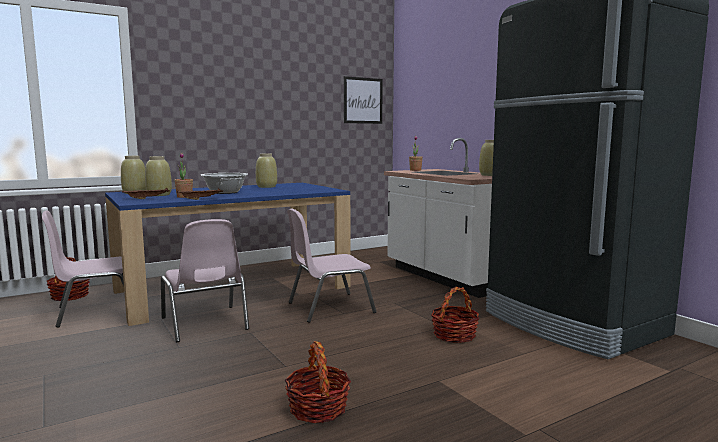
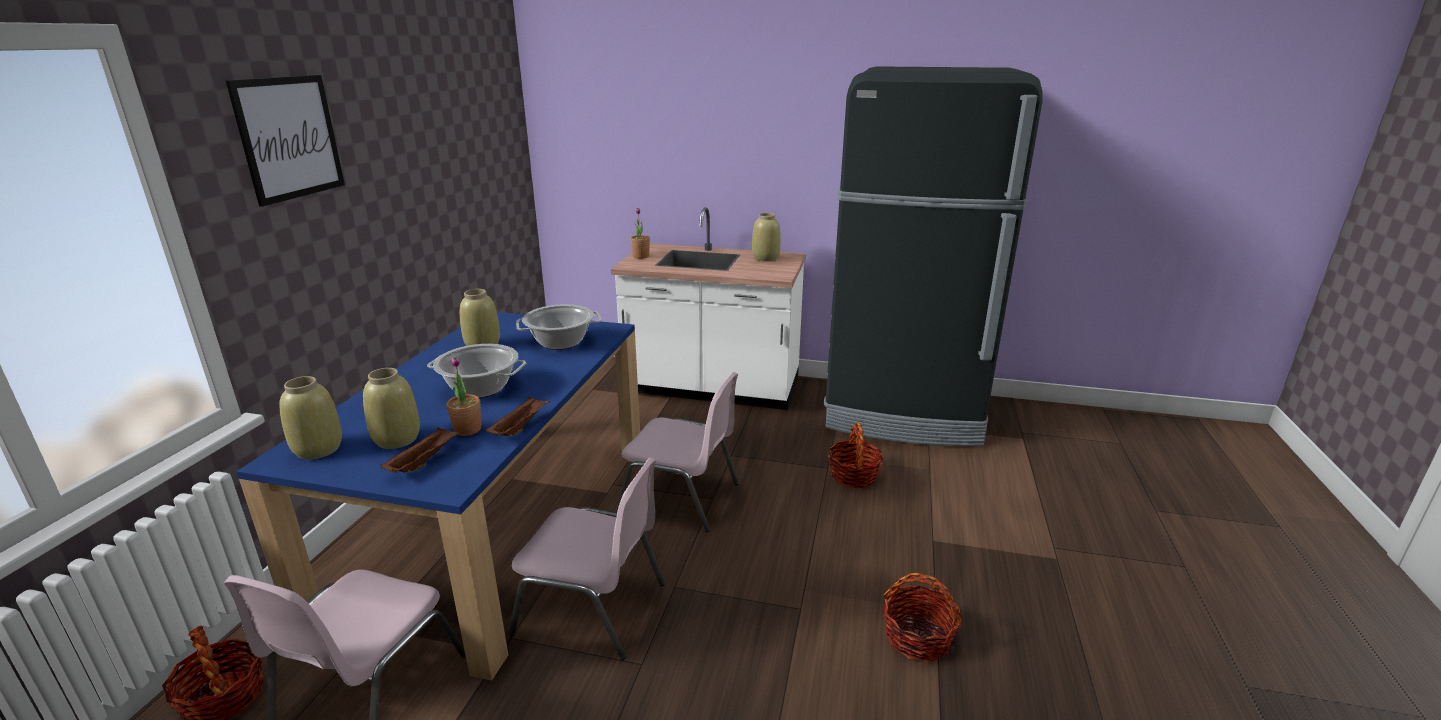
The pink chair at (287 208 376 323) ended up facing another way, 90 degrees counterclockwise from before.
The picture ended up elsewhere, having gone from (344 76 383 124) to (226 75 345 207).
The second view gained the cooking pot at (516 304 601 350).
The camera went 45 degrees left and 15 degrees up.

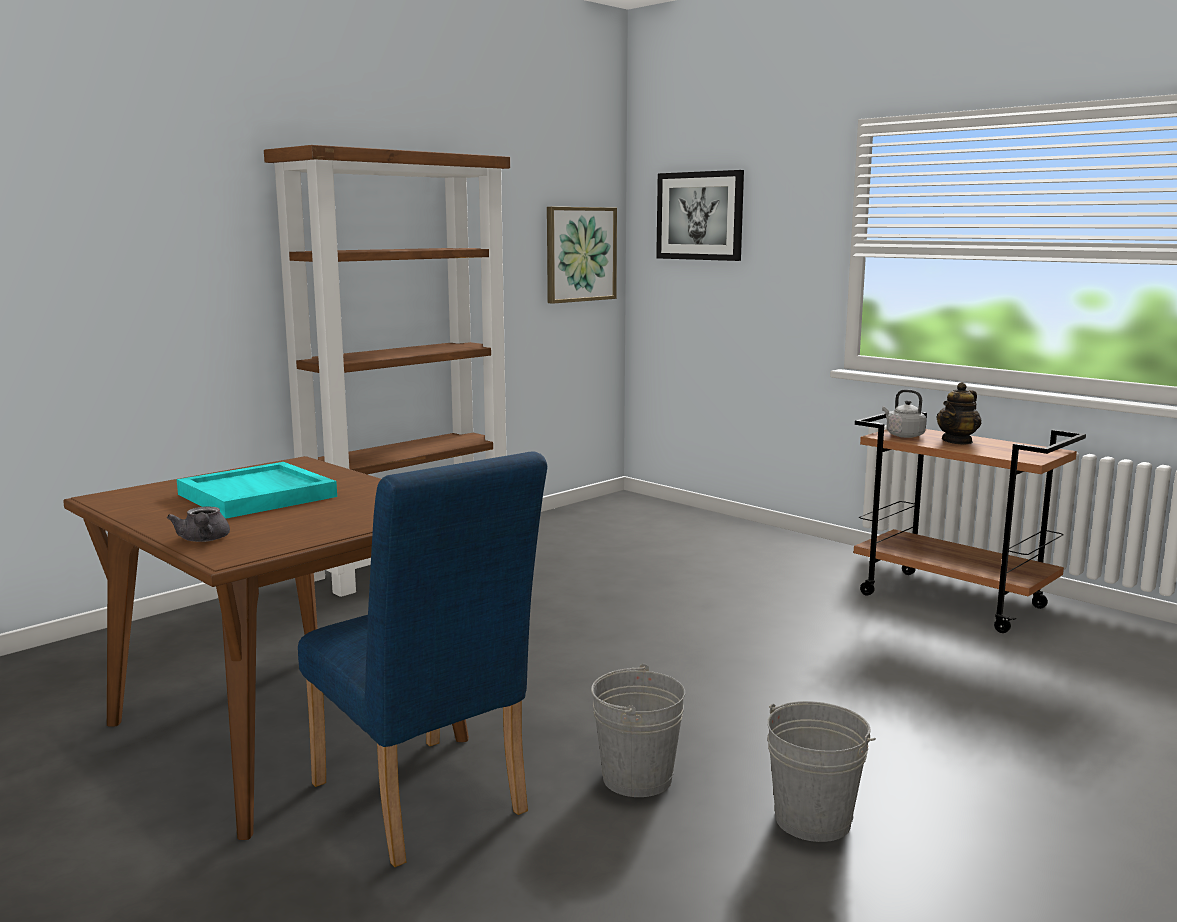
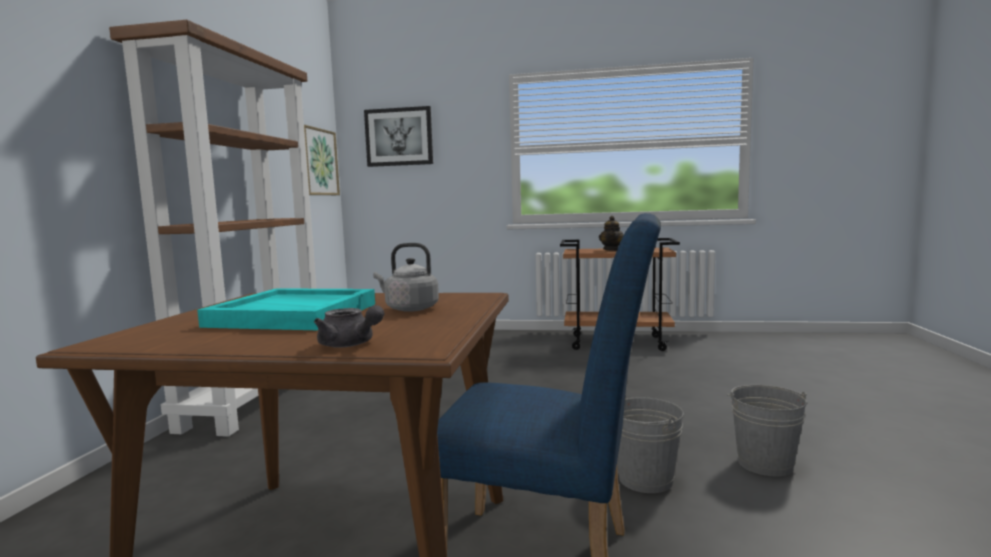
The grey kettle ended up elsewhere, having gone from (882 389 926 438) to (373 243 439 312).
The camera went 35 degrees left and 5 degrees down.

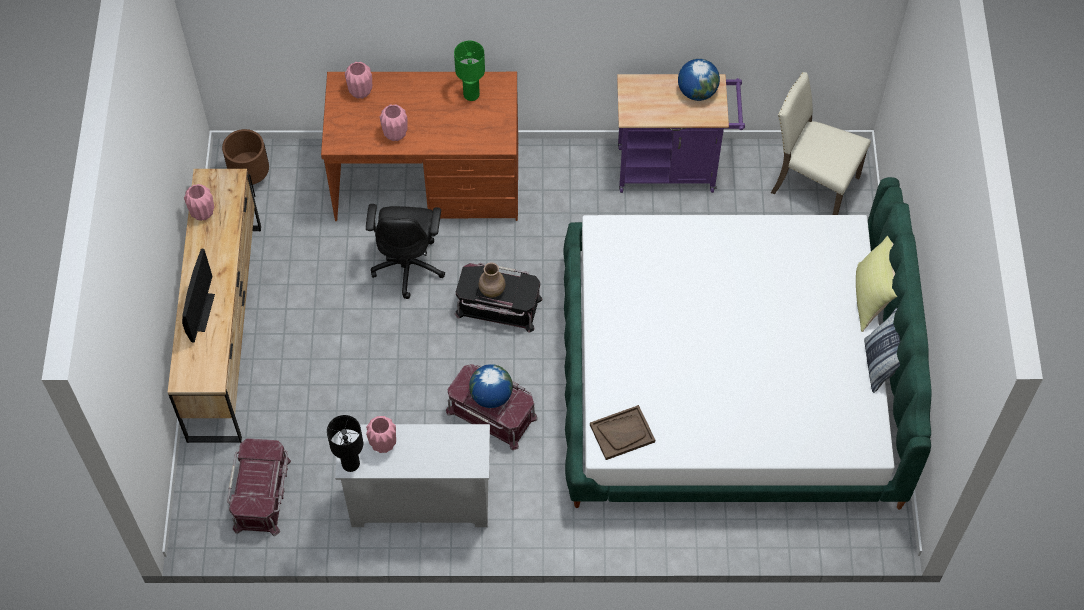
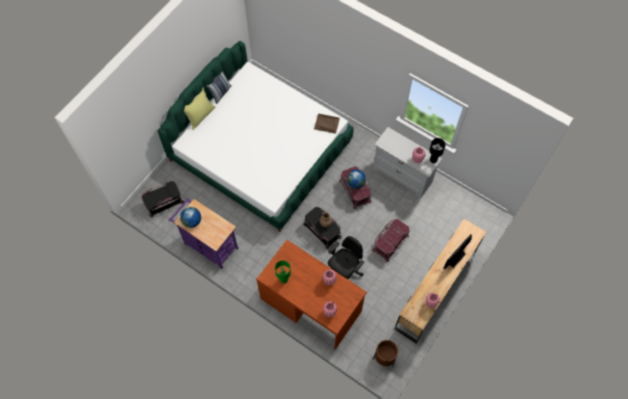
The red storage box ended up elsewhere, having gone from (227 438 291 536) to (372 219 410 262).
Where the beige chair stood at (771 72 871 215), the black storage box came to stand at (141 181 184 217).
The camera went 145 degrees left and 5 degrees up.

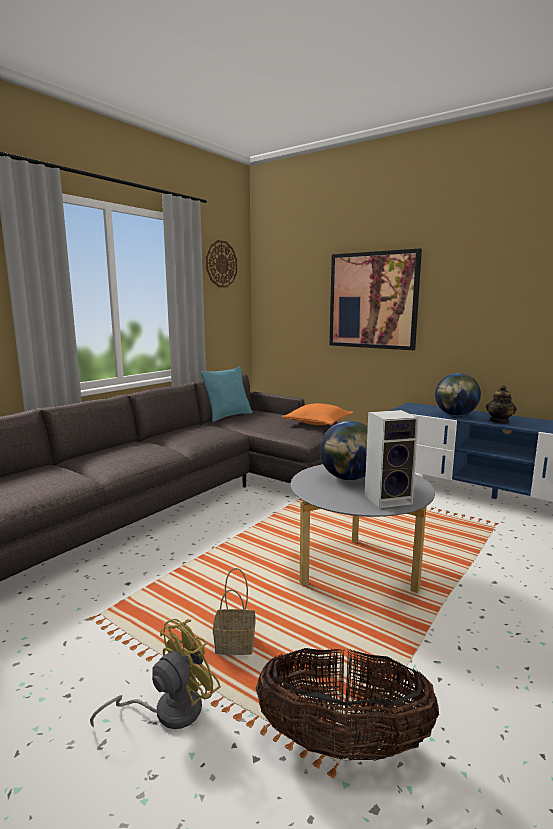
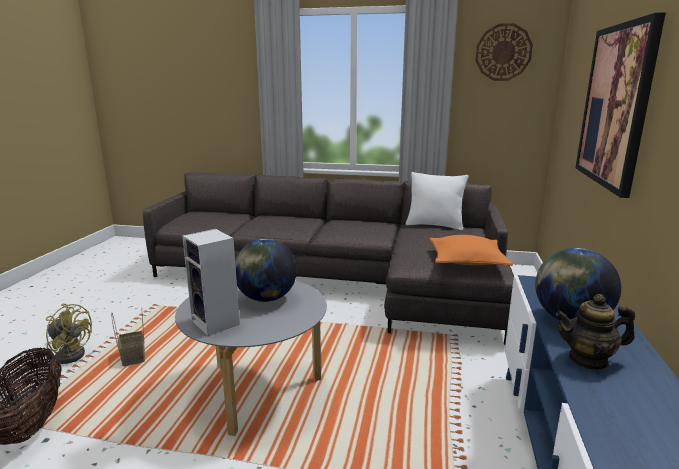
What was the turquoise pillow at (201 366 252 422) turned into the white pillow at (405 172 469 230).
The camera went 65 degrees right and 5 degrees up.

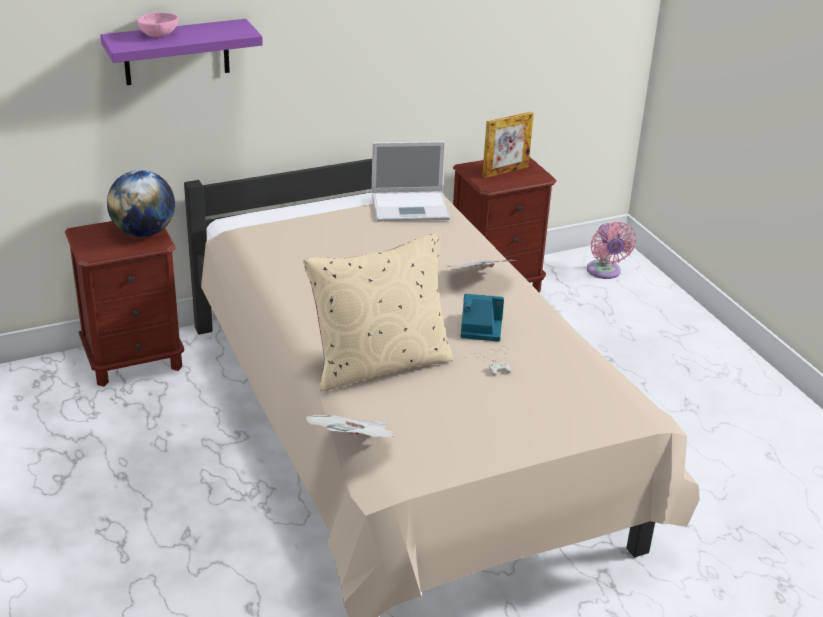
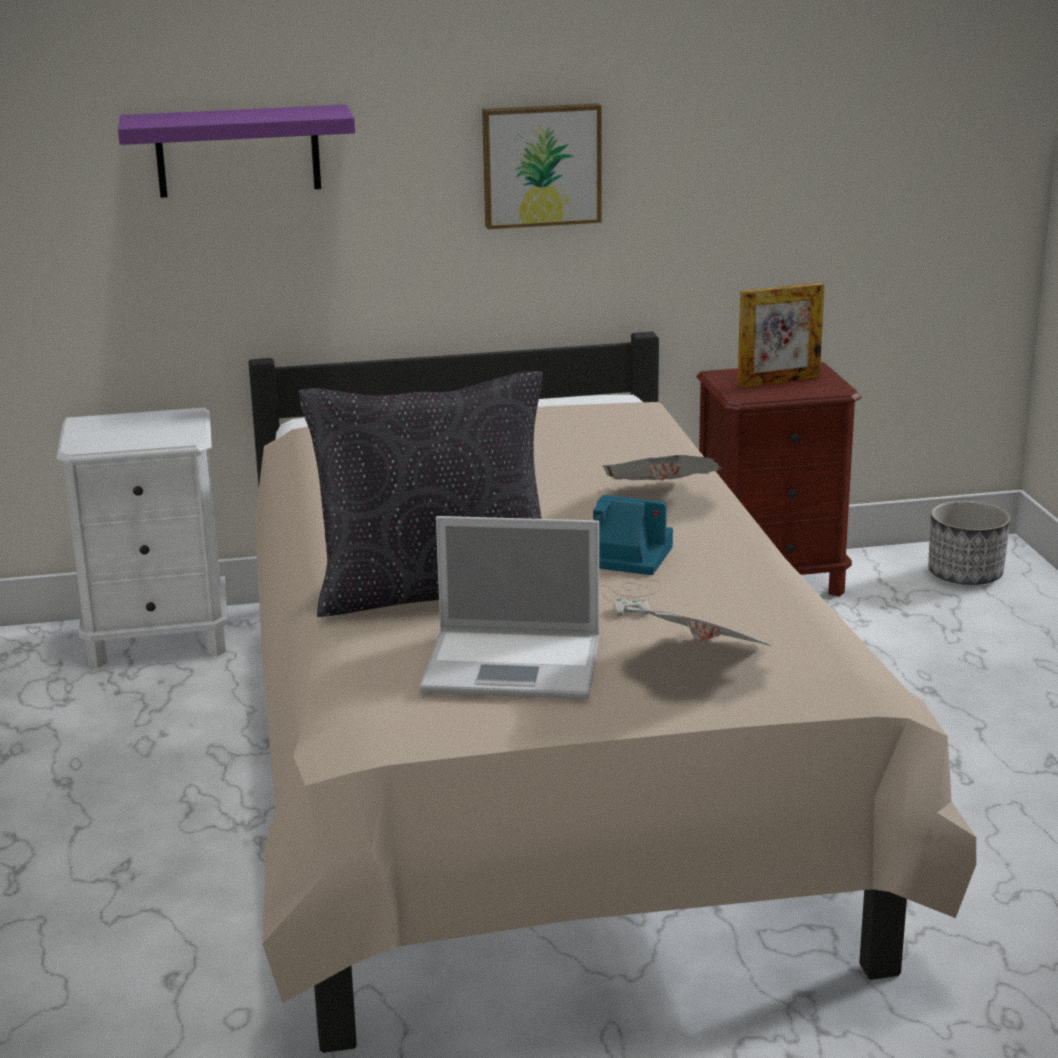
What was the brown nightstand at (65 221 184 387) turned into the white nightstand at (56 408 228 668).
The second view lost the globe at (107 170 175 237).
The second view lost the pink bowl at (137 12 178 37).
What was the beige pillow at (304 233 453 392) turned into the black pillow at (299 371 543 617).
The newspaper ended up elsewhere, having gone from (306 415 394 437) to (626 607 774 647).
The laptop ended up elsewhere, having gone from (372 141 450 222) to (420 516 599 699).
Where the pink fan stood at (587 221 636 279), the planter came to stand at (928 501 1011 585).
The second view gained the picture at (482 103 601 229).
The camera went 15 degrees right and 10 degrees down.

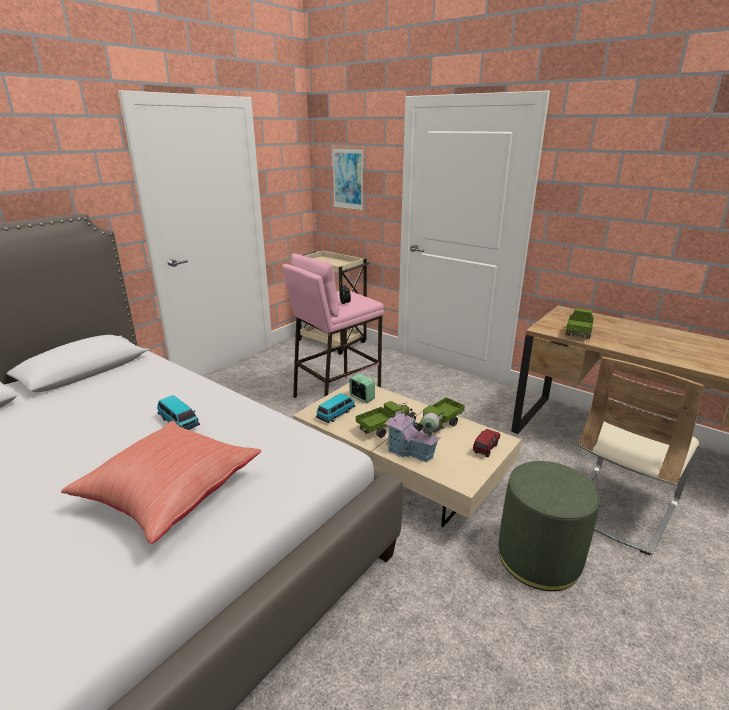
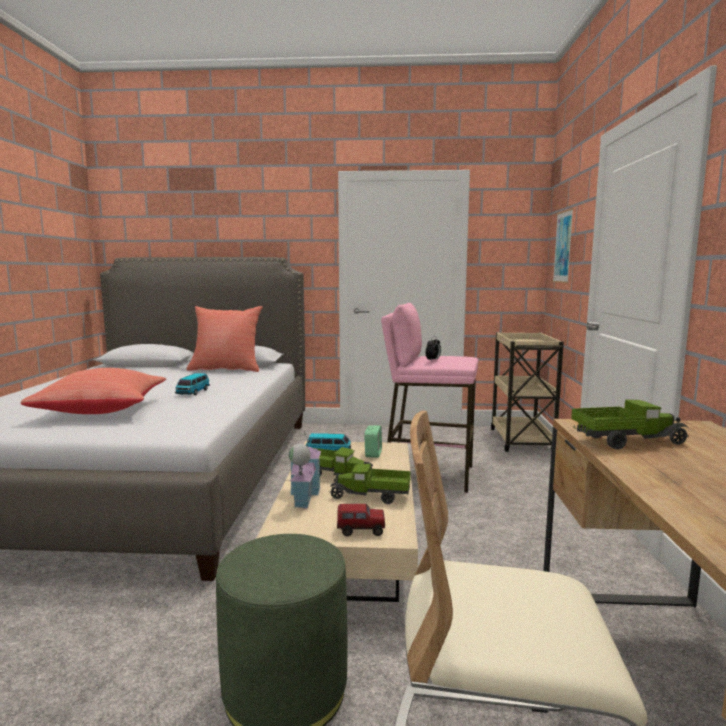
The second view gained the red pillow at (186 306 263 372).
The camera went 55 degrees right and 15 degrees down.

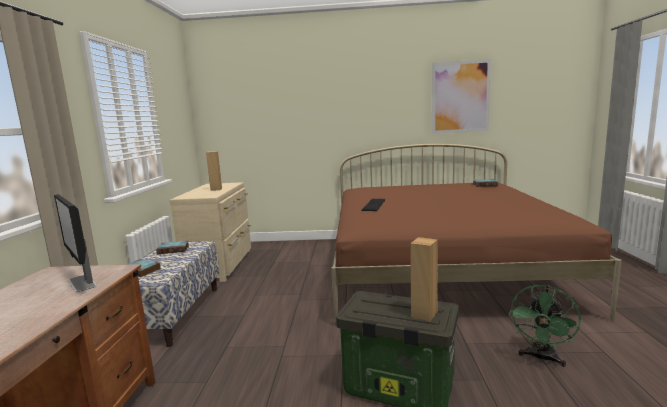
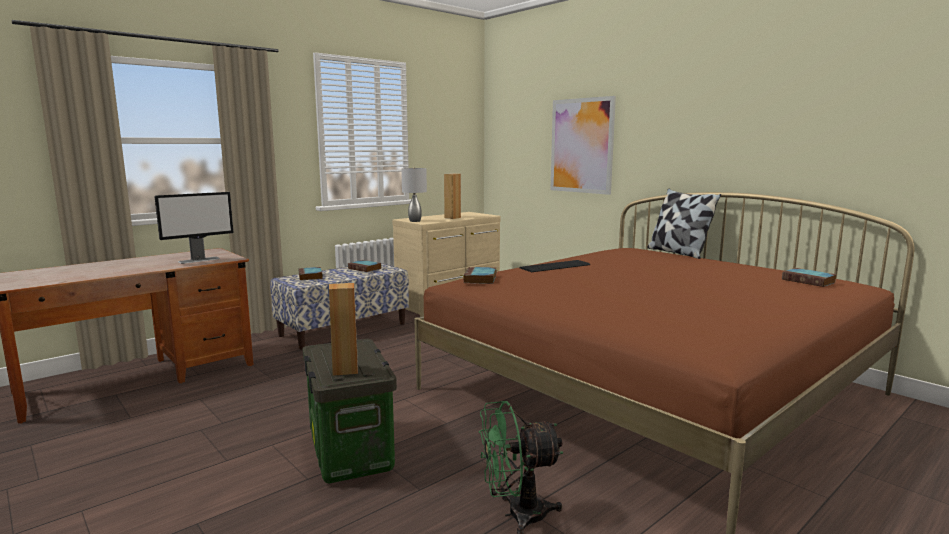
The monitor at (54 194 97 292) ended up facing another way, 135 degrees counterclockwise from before.
The picture ended up elsewhere, having gone from (432 59 491 134) to (550 96 616 195).
The second view gained the grey table lamp at (401 168 427 222).
The second view gained the book at (463 267 497 284).
The second view gained the pillow at (647 189 721 259).
The camera went 45 degrees right and 0 degrees up.

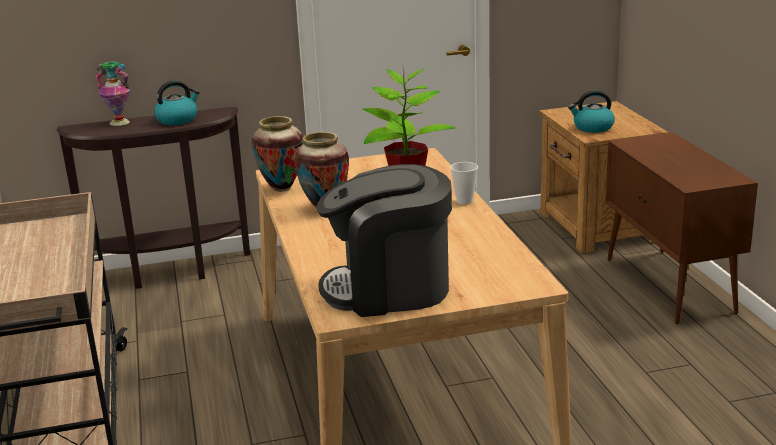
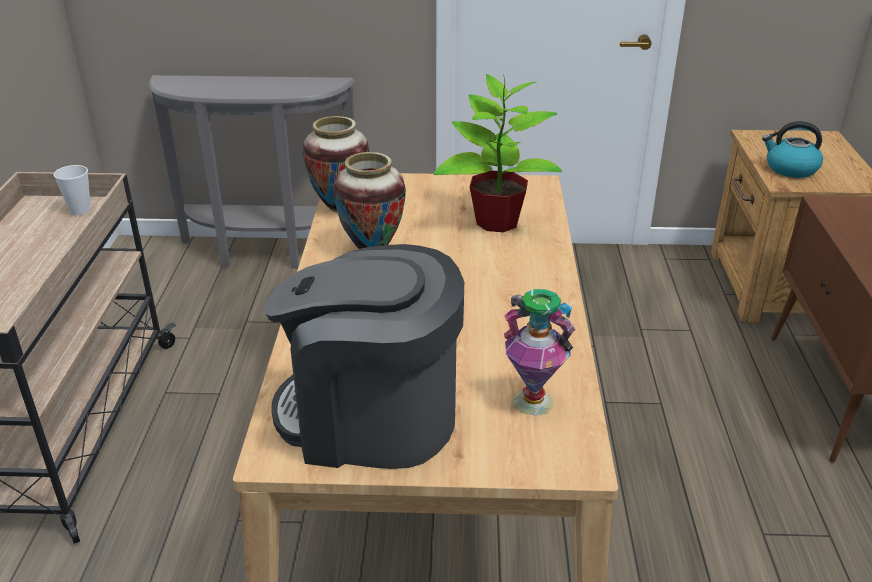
What was the brown console table at (56 107 250 289) turned into the grey console table at (149 75 356 269).
The vase ended up elsewhere, having gone from (96 62 130 126) to (504 289 575 416).
The second view lost the kettle at (154 81 200 125).
The cup ended up elsewhere, having gone from (450 162 478 204) to (54 165 90 215).
The camera went 15 degrees right and 10 degrees up.

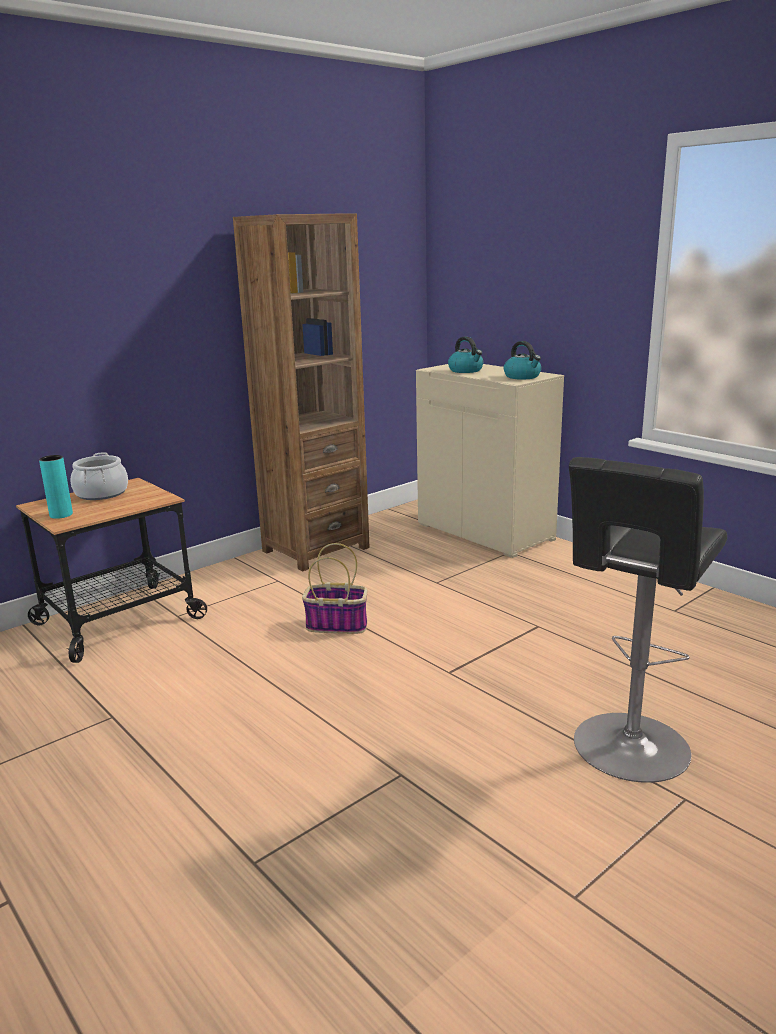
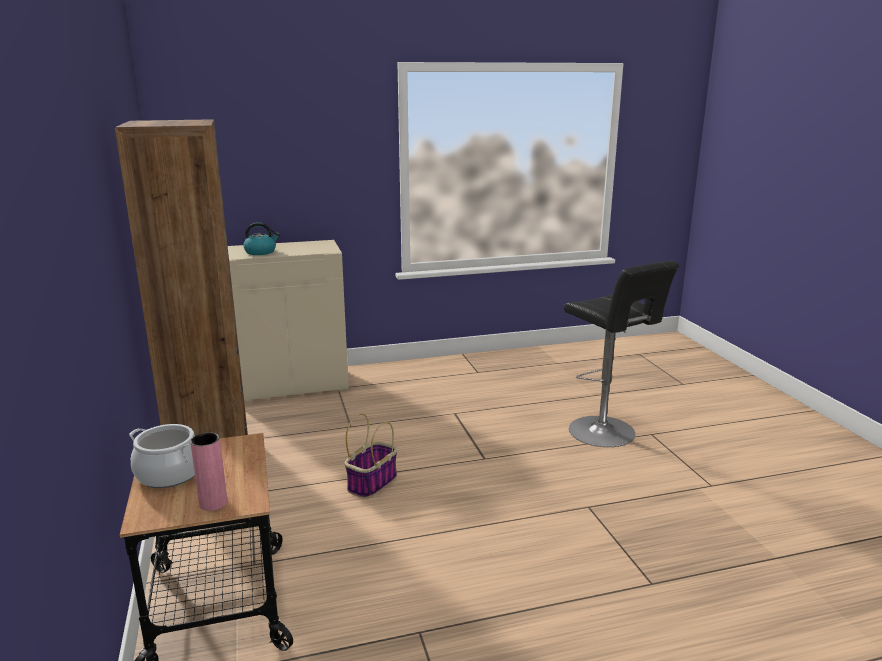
What was the turquoise vase at (39 455 73 519) turned into the pink vase at (190 432 227 511).
The second view lost the kettle at (504 341 541 380).
The camera went 65 degrees left and 0 degrees up.

